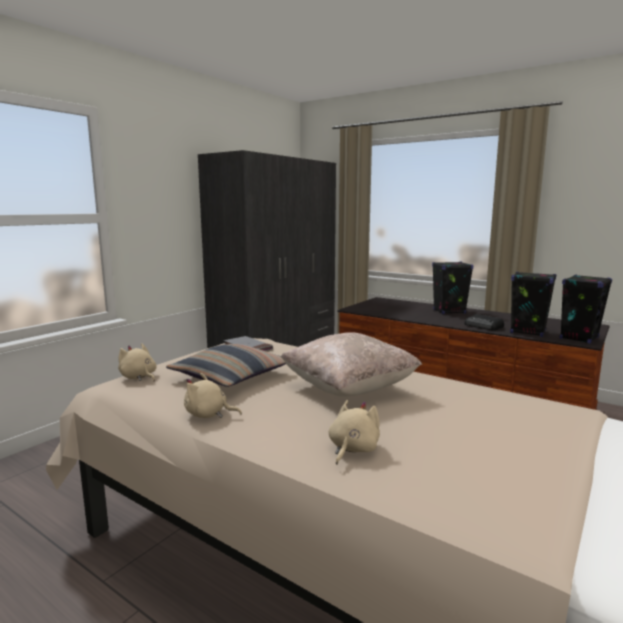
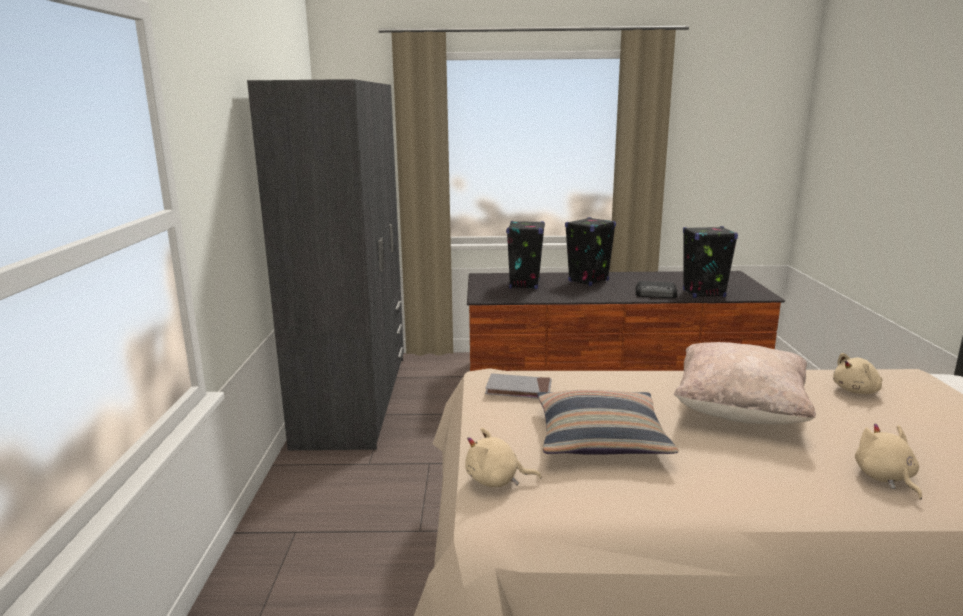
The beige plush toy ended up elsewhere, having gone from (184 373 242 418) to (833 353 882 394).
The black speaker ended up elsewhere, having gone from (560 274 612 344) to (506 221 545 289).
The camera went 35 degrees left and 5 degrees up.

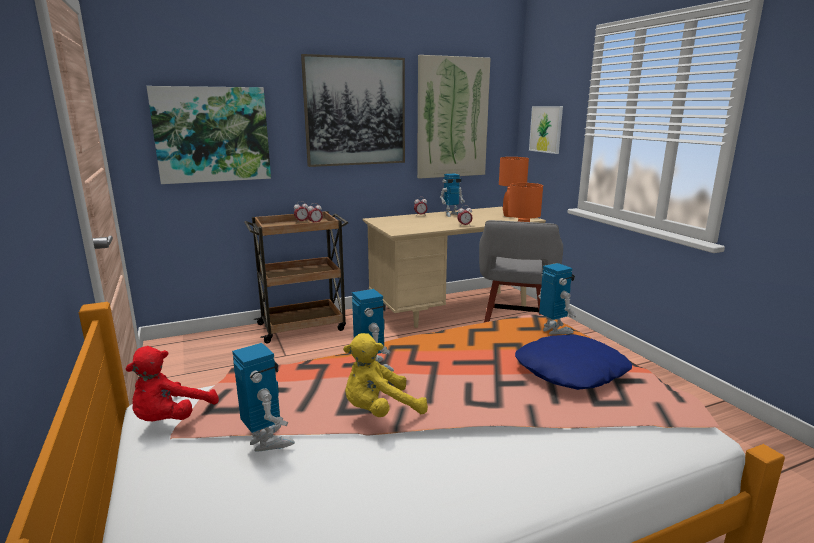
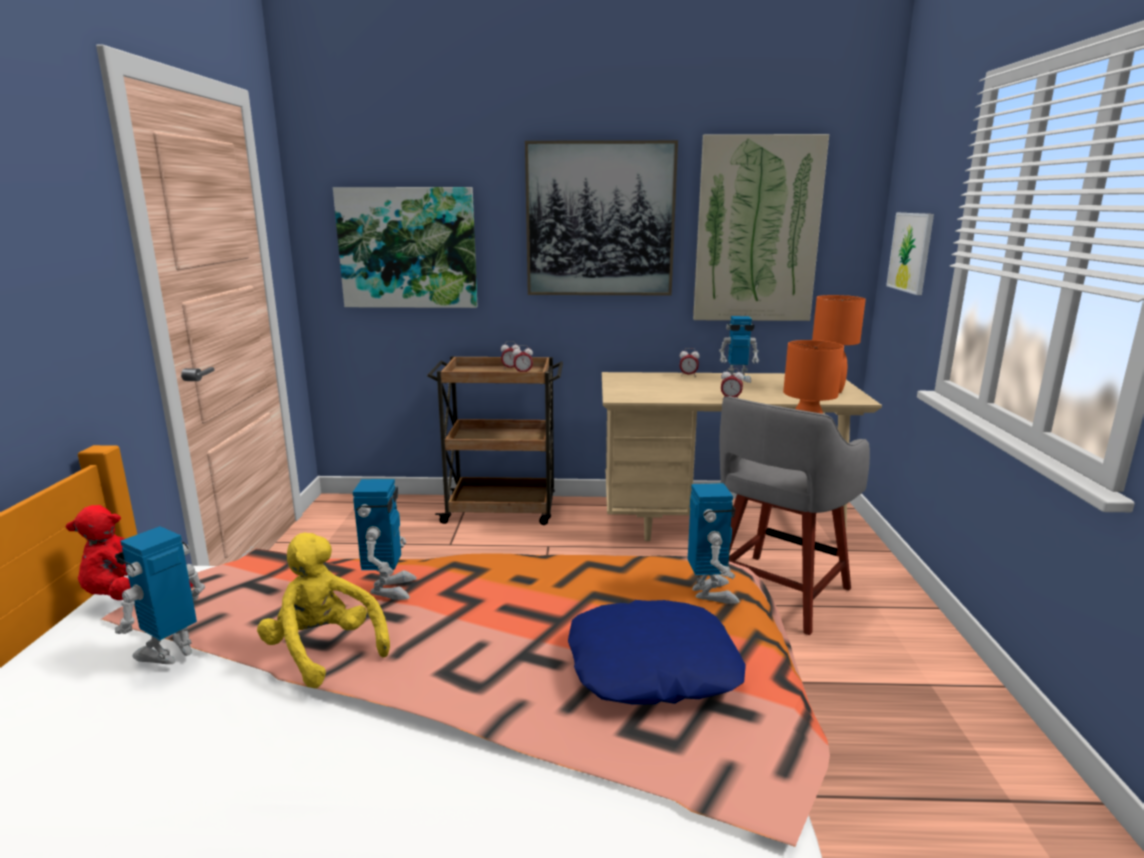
The toy robot at (232 343 295 452) ended up facing another way, 135 degrees counterclockwise from before.
The yellow plush toy at (343 333 428 417) ended up facing another way, 45 degrees clockwise from before.
The camera went 25 degrees right and 0 degrees up.

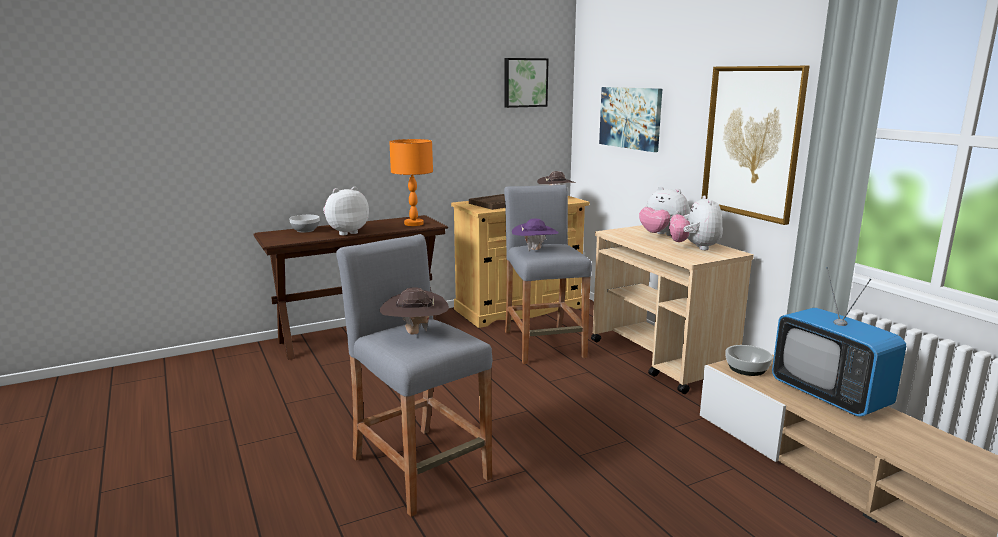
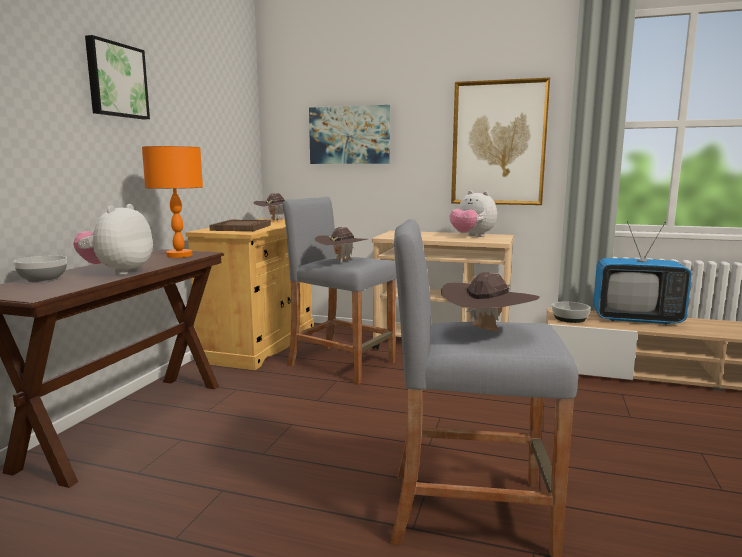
The picture ended up elsewhere, having gone from (504 58 549 108) to (85 35 150 119).
What was the purple hat at (512 219 558 251) turned into the brown hat at (315 227 368 262).
The second view lost the plush toy at (639 186 690 236).
The camera went 45 degrees left and 5 degrees down.

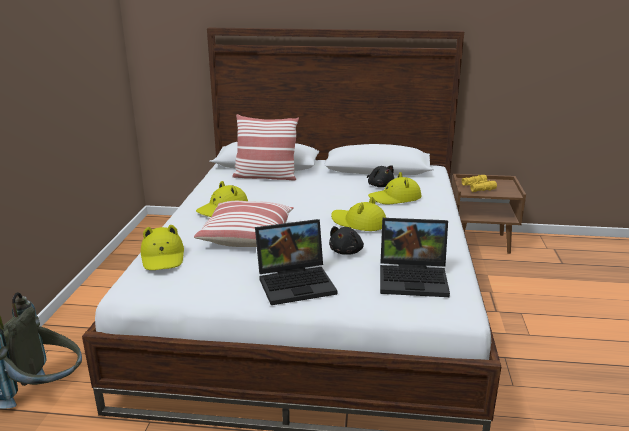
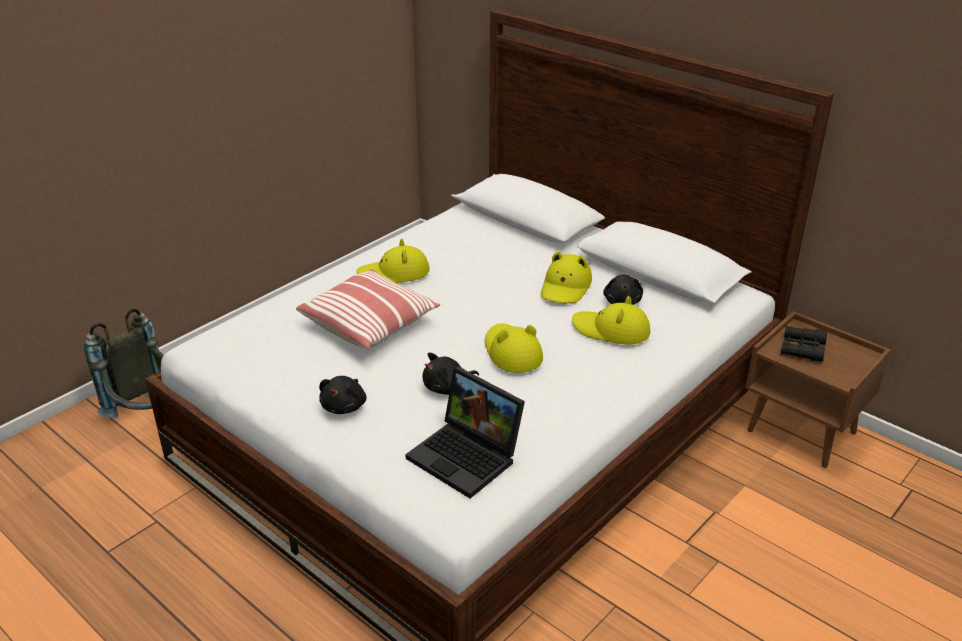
The yellow hat ended up elsewhere, having gone from (141 225 184 270) to (541 252 592 304).
The second view lost the pillow at (232 114 299 181).
Where the laptop stood at (255 219 337 305), the black plush toy came to stand at (319 376 367 414).
What was the yellow binoculars at (462 175 497 192) turned into the black binoculars at (781 326 827 362).
The camera went 35 degrees right and 10 degrees up.

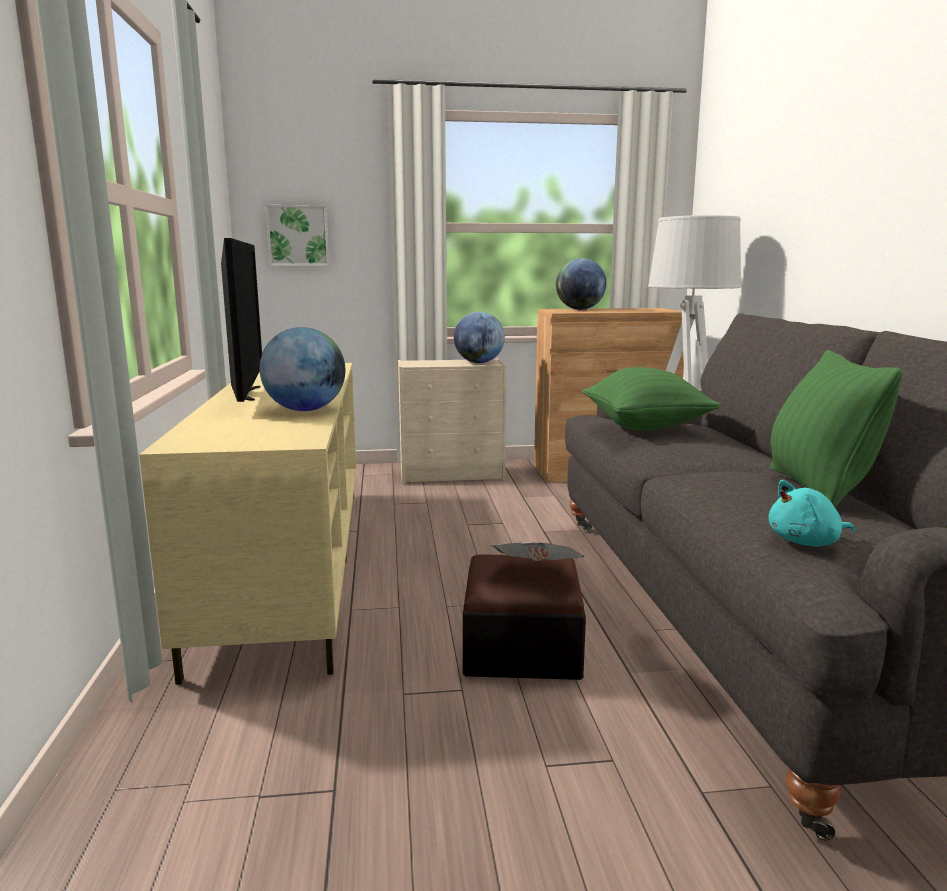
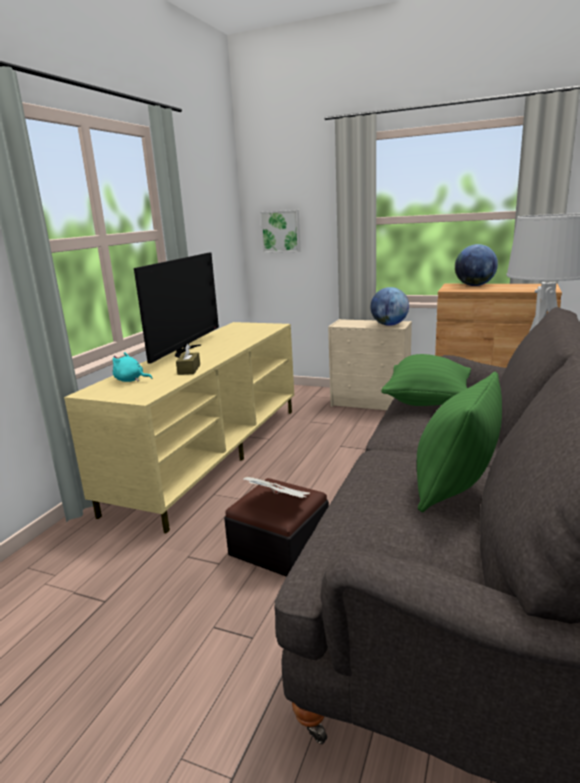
Where the globe stood at (259 327 345 411), the brown tissue box came to stand at (176 344 200 375).
The turquoise plush toy ended up elsewhere, having gone from (769 480 855 547) to (113 352 153 382).
The camera went 30 degrees right and 5 degrees up.

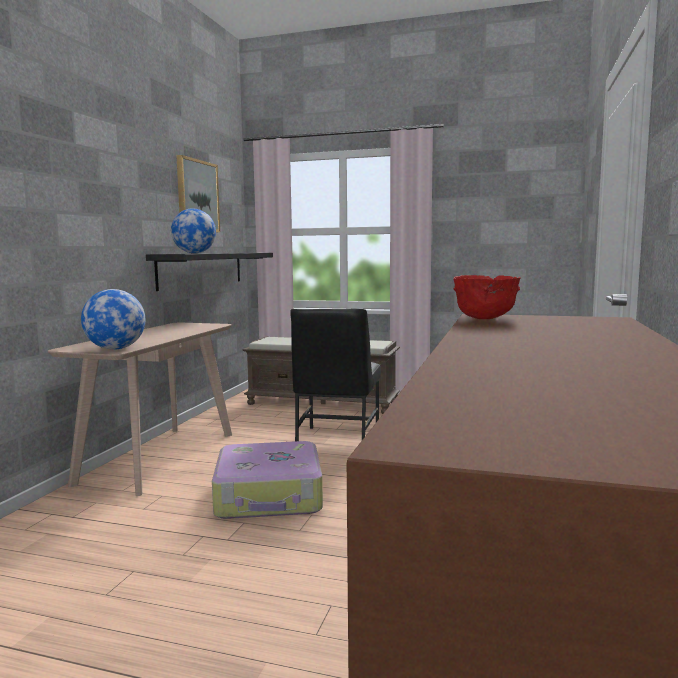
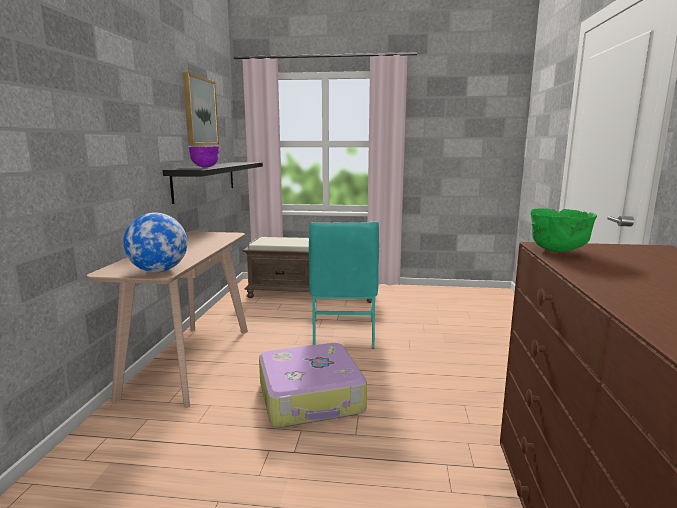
Where the globe stood at (171 208 216 253), the purple bowl came to stand at (188 146 220 167).
What was the black chair at (290 309 381 441) turned into the turquoise chair at (309 222 379 348).
What was the red bowl at (453 275 521 319) turned into the green bowl at (530 208 597 252).
The camera went 10 degrees left and 5 degrees up.

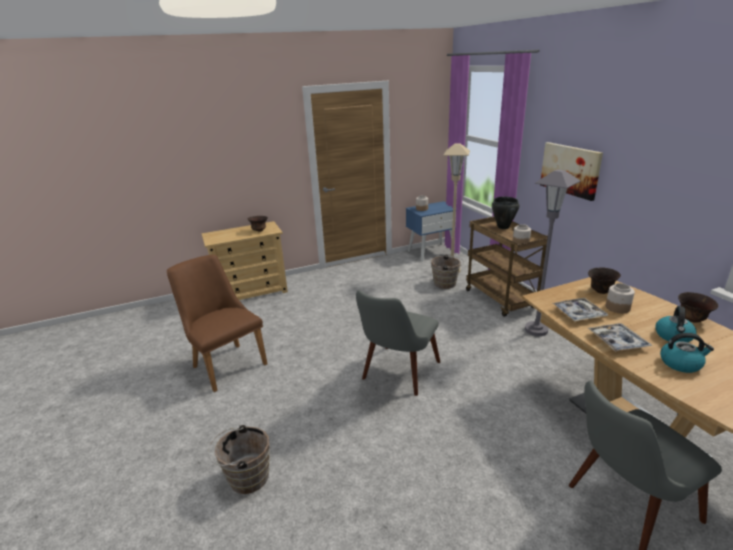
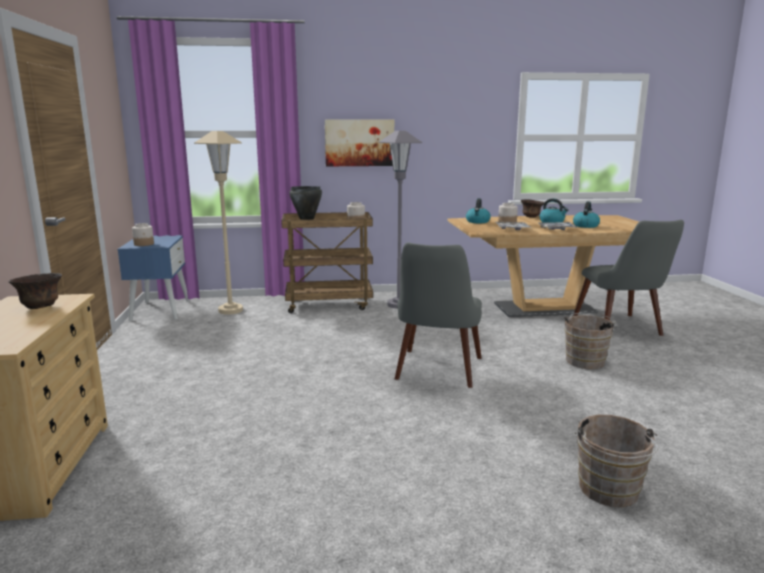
The second view lost the brown chair at (167 255 267 392).
The grey chair at (356 290 440 396) ended up facing another way, 60 degrees clockwise from before.
The brown bucket ended up elsewhere, having gone from (431 255 464 289) to (564 313 618 369).
Where the brown bowl stood at (588 268 621 294), the kettle came to stand at (466 198 491 223).
The camera went 75 degrees left and 10 degrees down.

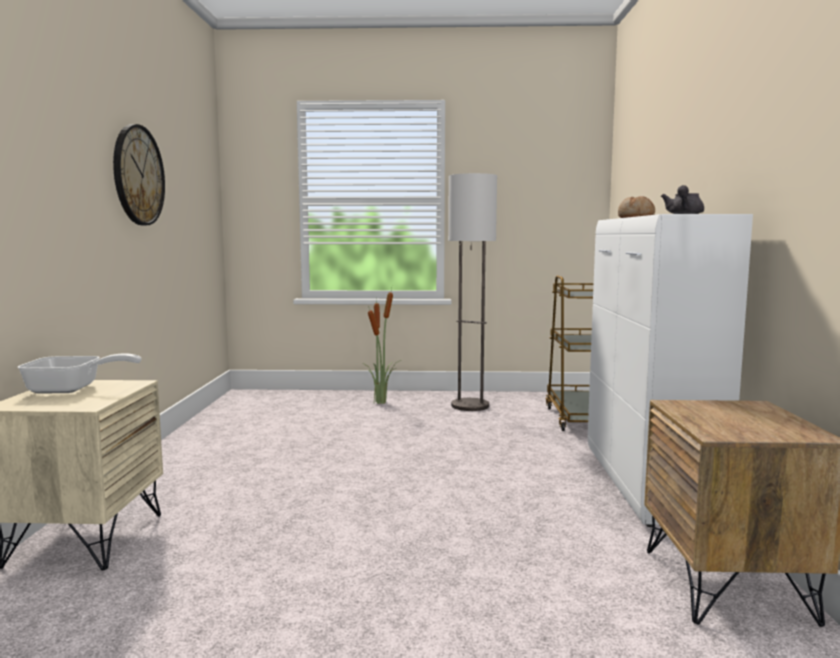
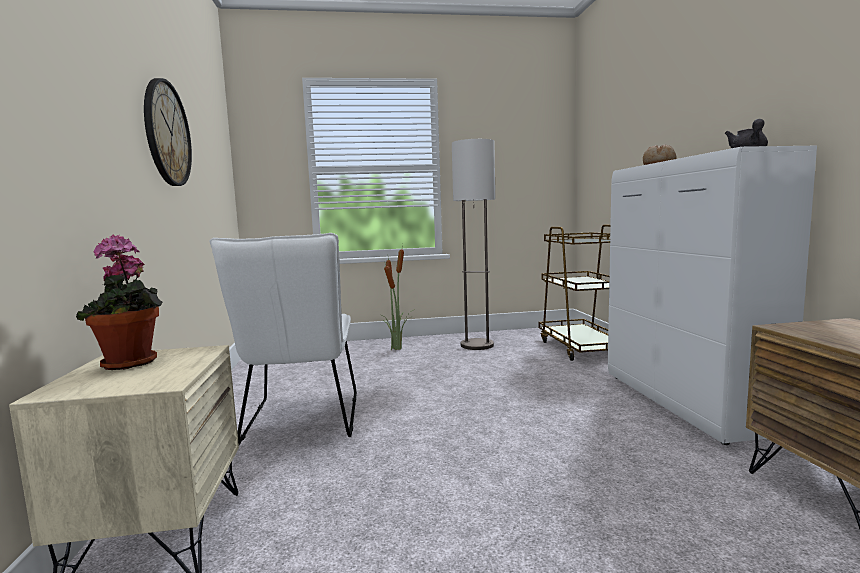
Where the frying pan stood at (18 353 141 394), the potted plant came to stand at (76 235 162 370).
The second view gained the white chair at (210 233 357 445).
The camera went 10 degrees left and 0 degrees up.

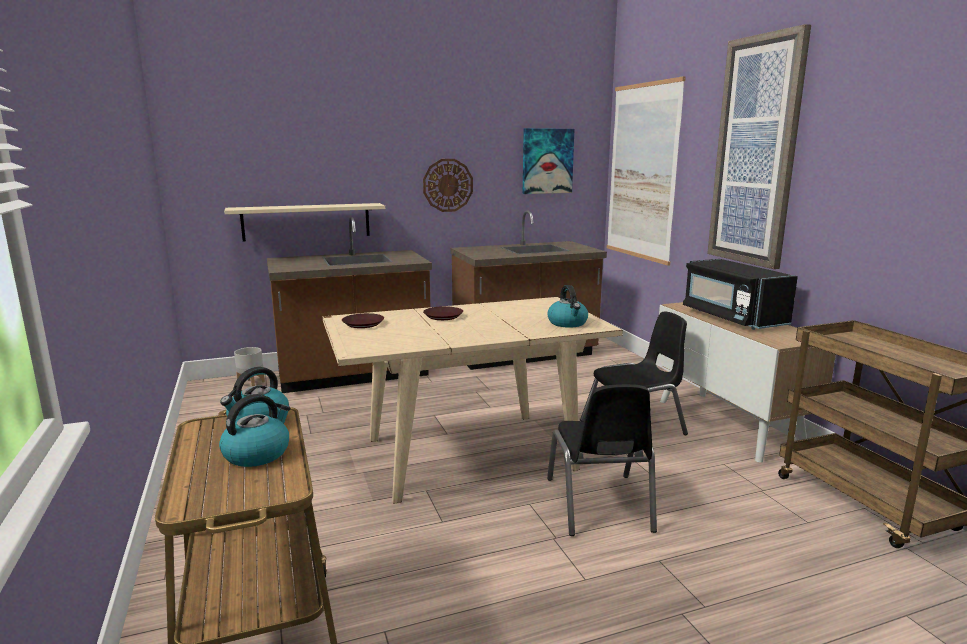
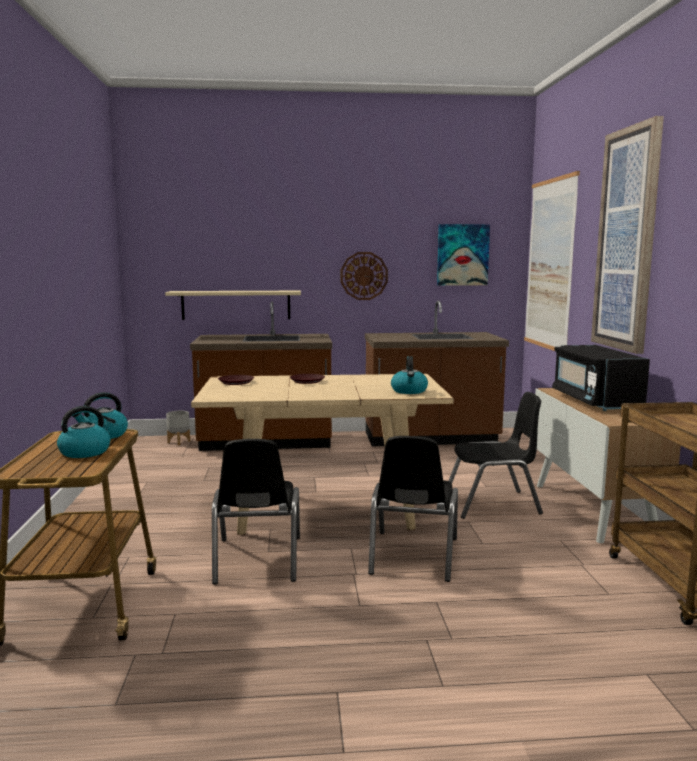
The second view gained the black chair at (212 439 300 584).
The camera went 15 degrees right and 5 degrees down.

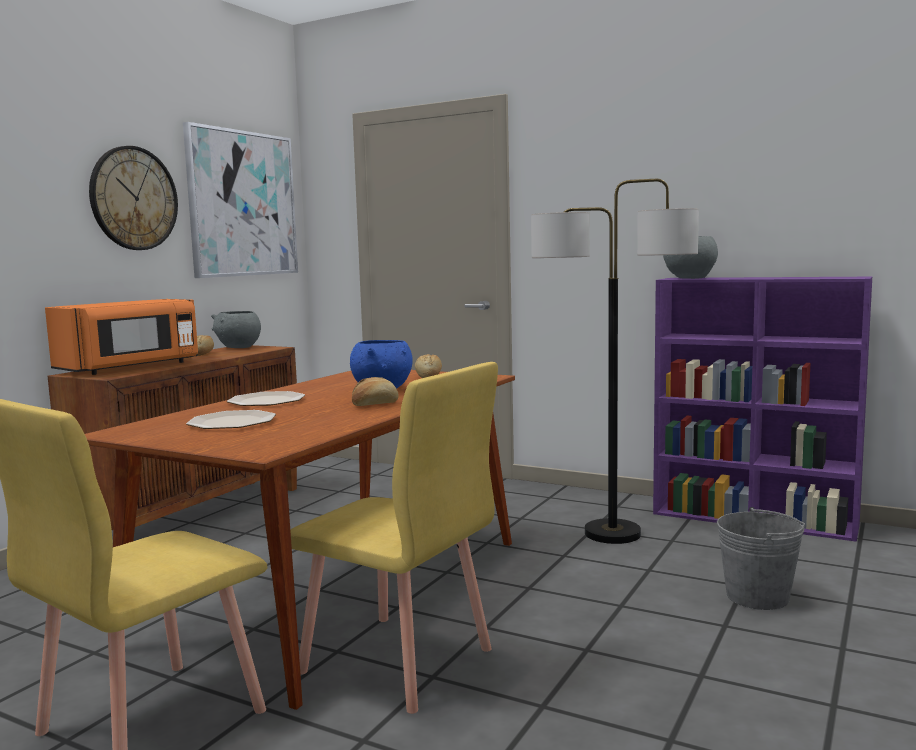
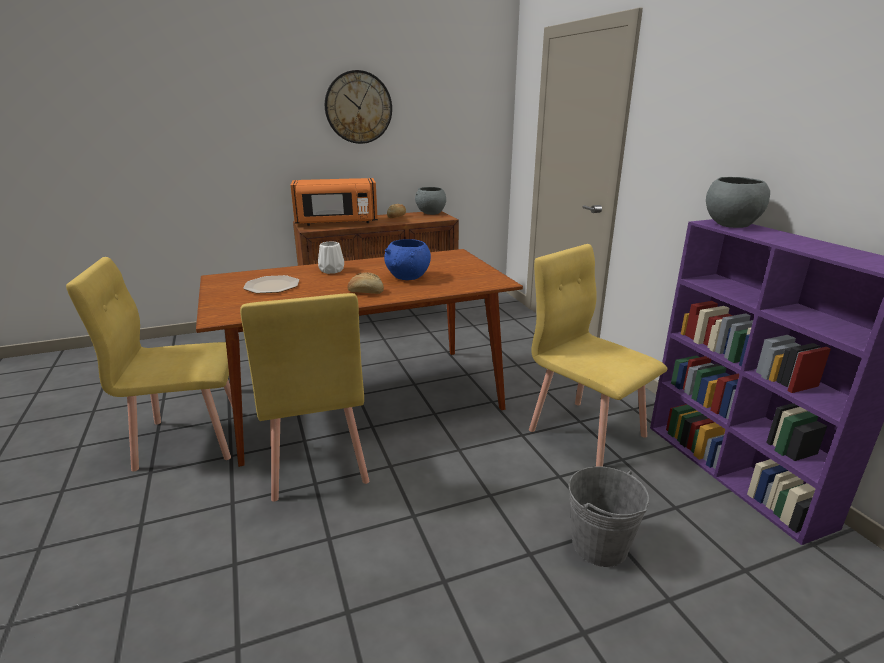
The second view lost the picture at (183 122 298 278).
Where the plate stood at (227 391 305 406), the white vase came to stand at (318 242 344 274).
The second view lost the bread at (415 354 442 378).
Where the floor lamp stood at (531 179 699 544), the yellow chair came to stand at (529 244 667 467).
The camera went 40 degrees right and 15 degrees up.

